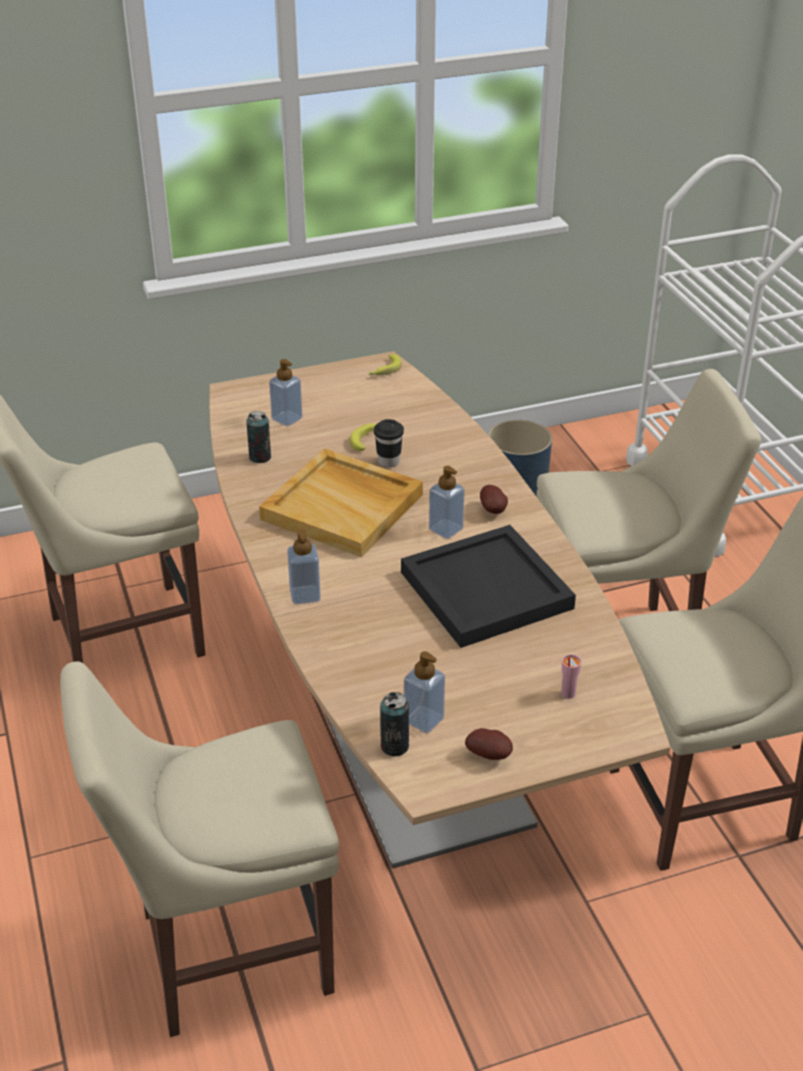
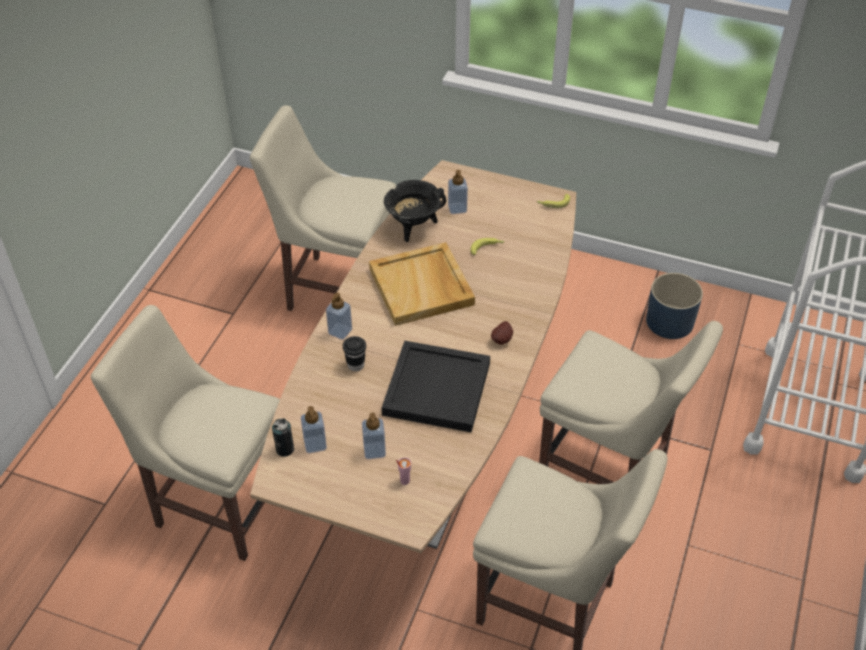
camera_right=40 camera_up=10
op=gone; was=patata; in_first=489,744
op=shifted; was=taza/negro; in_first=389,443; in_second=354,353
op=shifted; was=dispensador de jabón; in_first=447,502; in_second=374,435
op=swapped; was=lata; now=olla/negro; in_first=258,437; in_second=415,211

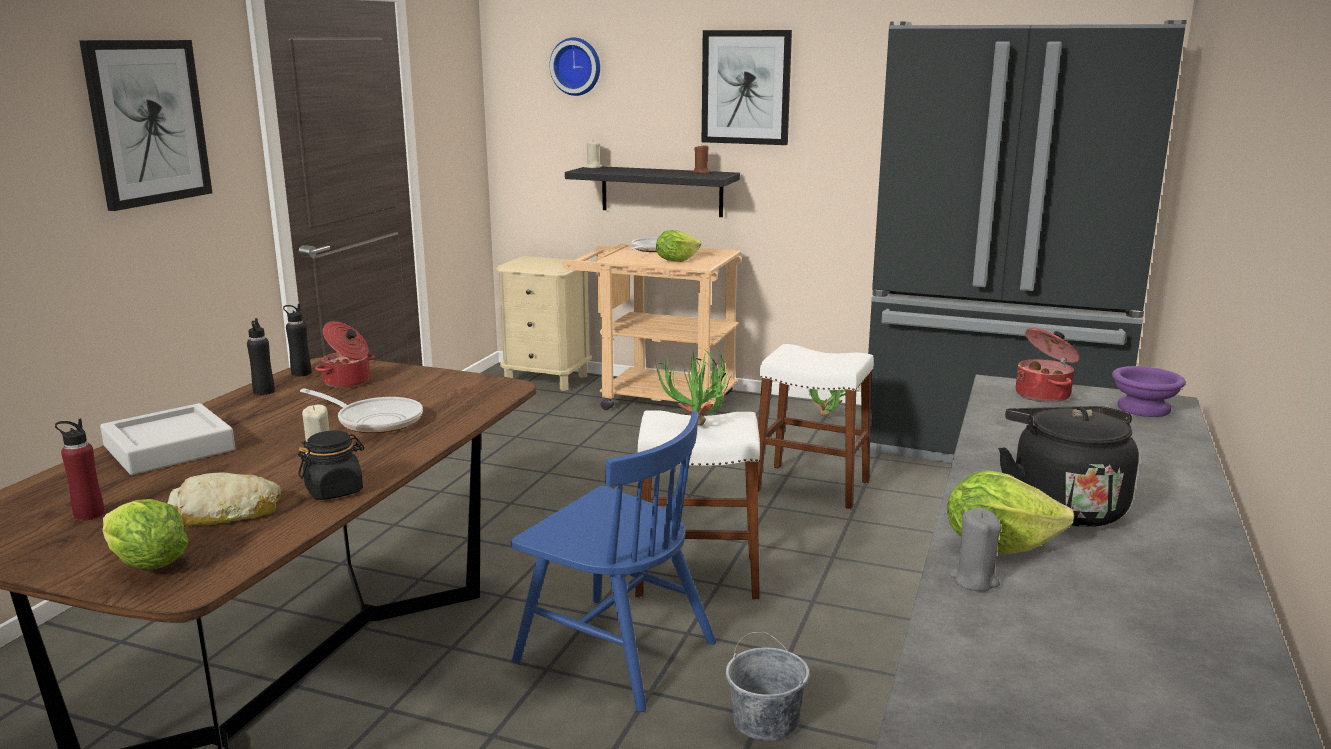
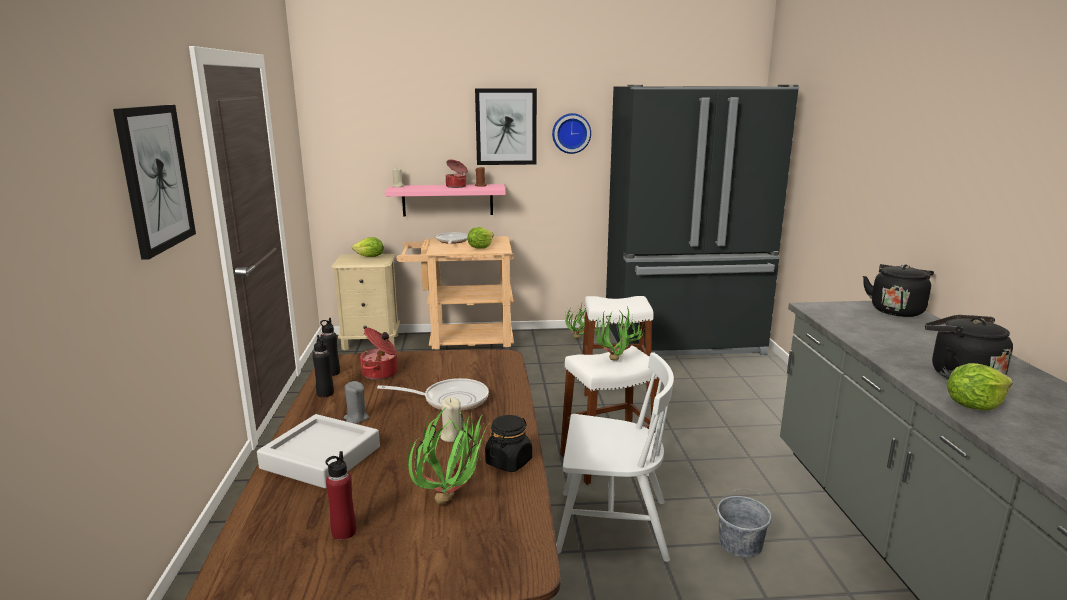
camera_right=-25 camera_up=0
op=shifted; was=lechuga; in_first=145,534; in_second=368,247
op=shifted; was=reloj de pared; in_first=575,67; in_second=571,133
op=shifted; was=vela/gris; in_first=975,549; in_second=356,402
op=shifted; was=olla; in_first=1048,365; in_second=456,173
op=swapped; was=pan; now=planta en maceta; in_first=224,499; in_second=449,456
op=swapped; was=cuenco/morado; now=hervidor/negro; in_first=1149,391; in_second=898,290
op=repainted; was=silla/azul; now=silla/blanco; in_first=613,561; in_second=615,457
op=repainted; was=estante/negro; now=estante/rosa; in_first=652,191; in_second=445,200

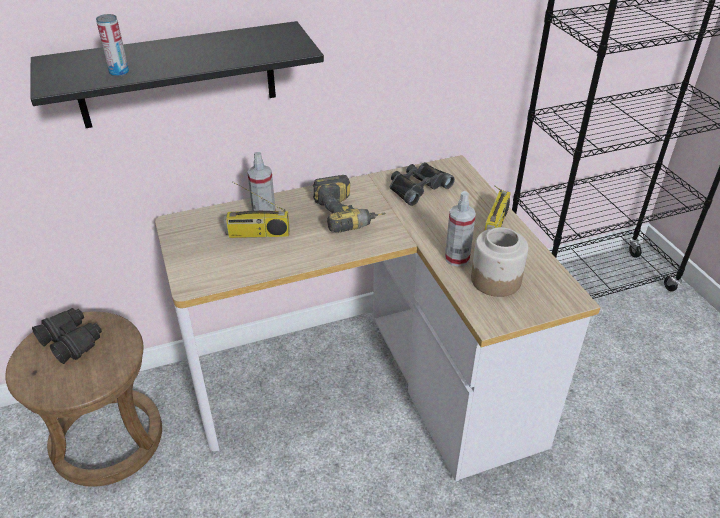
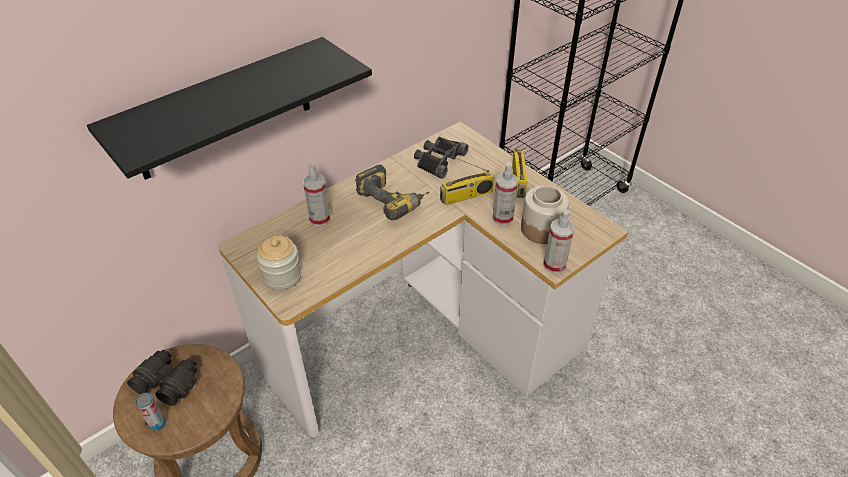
camera_right=-20 camera_up=5
op=new; now=tarro; in_second=279,263
op=new; now=pulverizador; in_second=559,241
op=shifted; was=lata; in_first=112,45; in_second=150,412
op=shifted; was=radio; in_first=256,209; in_second=467,180

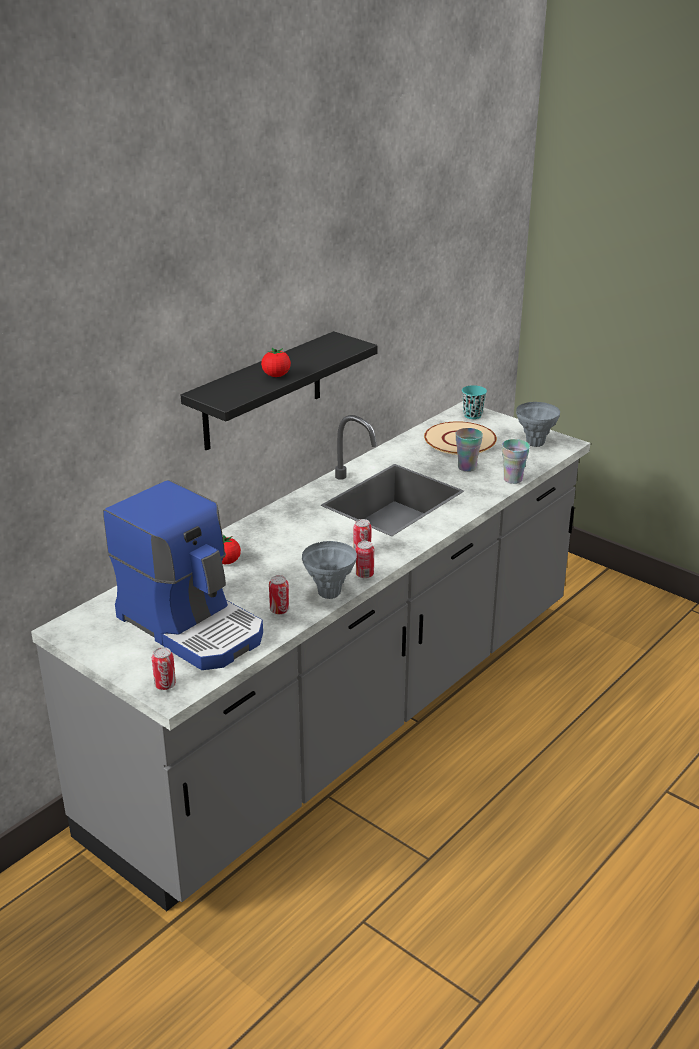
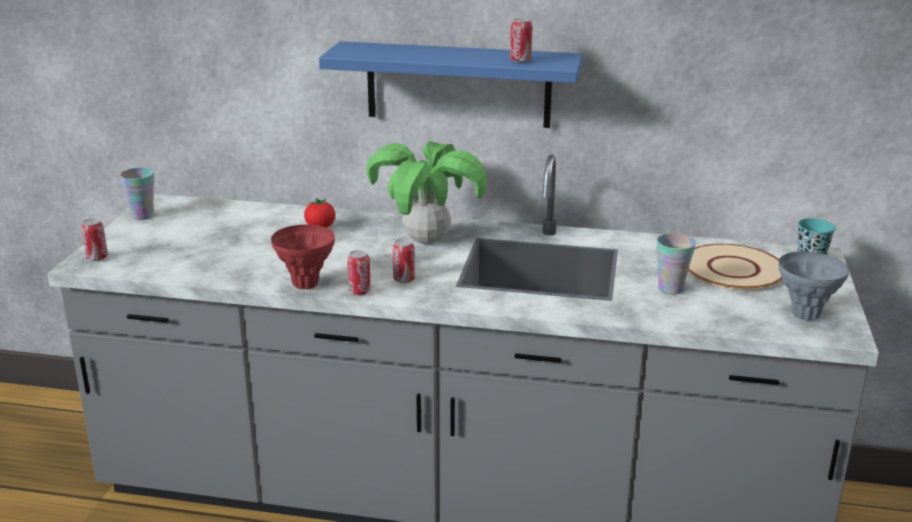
camera_right=60 camera_up=-5
op=gone; was=cafetera; in_first=183,575
op=gone; was=tomate; in_first=276,362
op=new; now=planta en maceta; in_second=427,192
op=shifted; was=lata; in_first=279,594; in_second=521,40
op=shifted; was=taza; in_first=516,461; in_second=137,194
op=repainted; was=estante/negro; now=estante/azul; in_first=279,390; in_second=451,84
op=repainted; was=florero/gris; now=florero/rojo; in_first=329,570; in_second=303,257

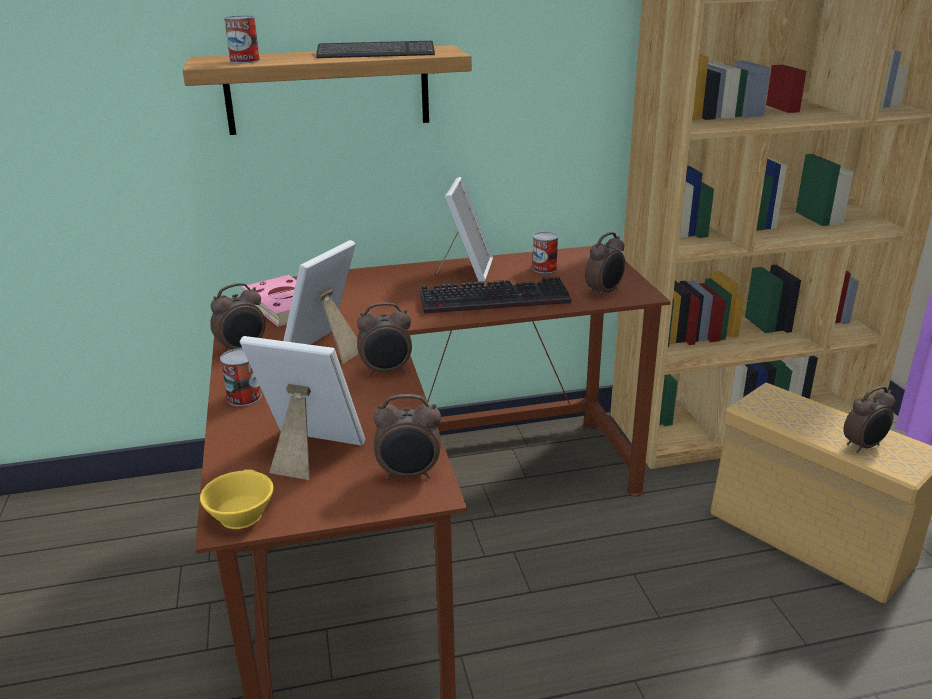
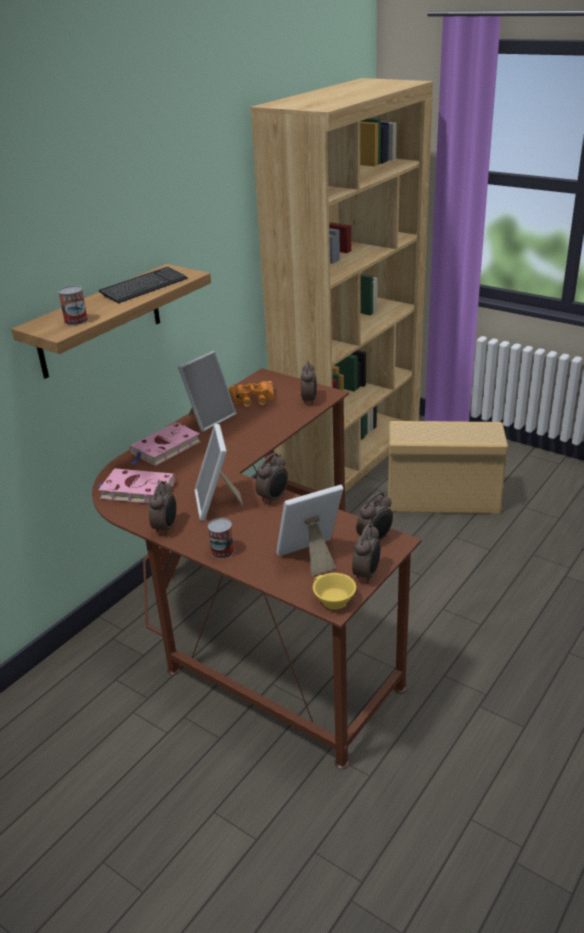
camera_right=-40 camera_up=5
op=gone; was=teclado; in_first=495,295
op=new; now=libro/rosa; in_second=165,444
op=shifted; was=despertador; in_first=869,419; in_second=366,554
op=swapped; was=lata; now=prismáticos/naranja; in_first=545,252; in_second=251,394
op=rotated; was=portarretratos; in_first=464,229; in_second=207,391; clockwise=75

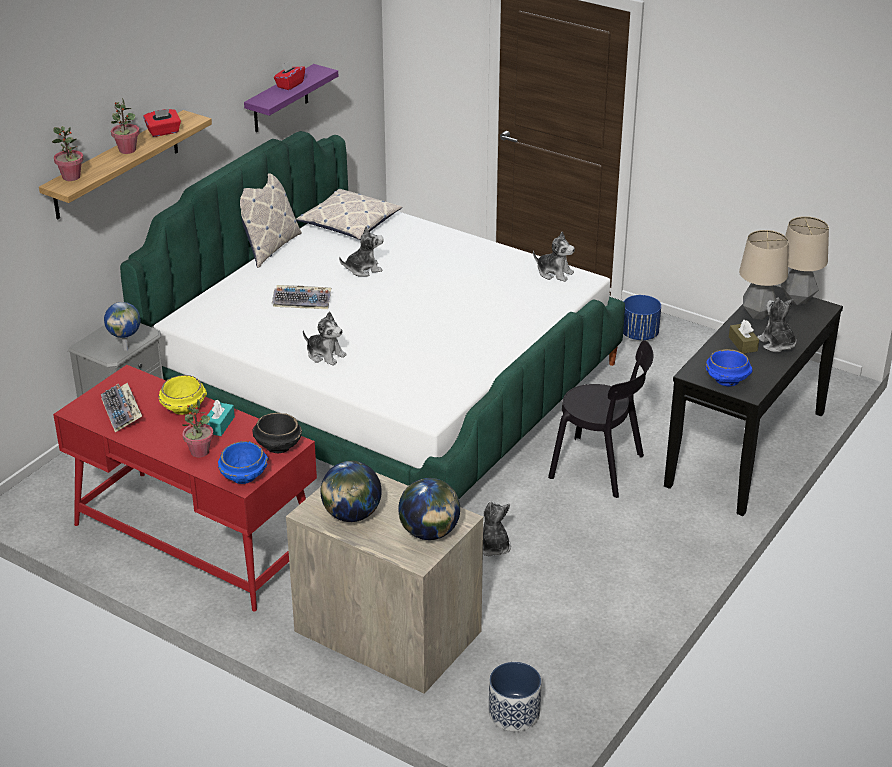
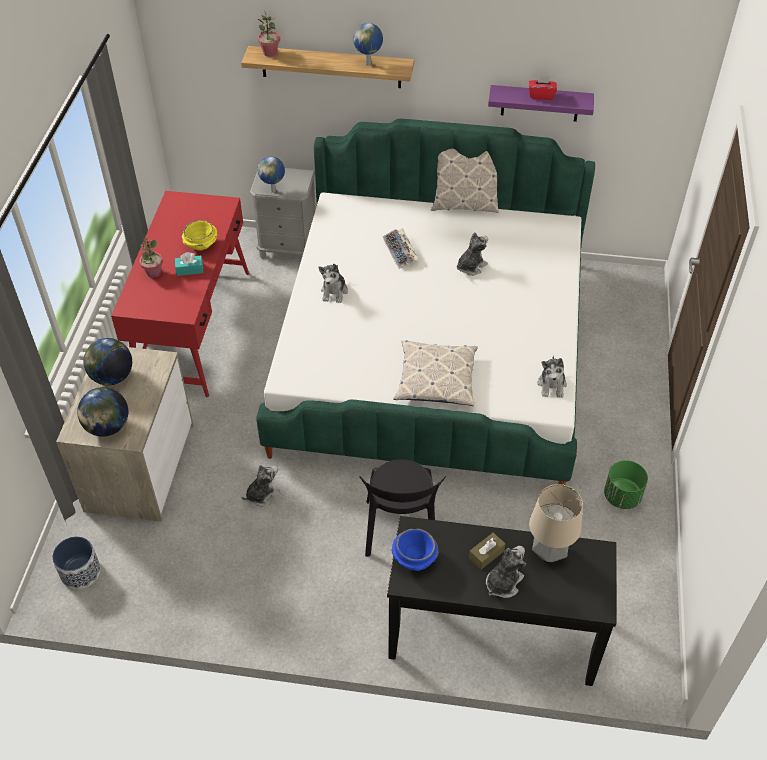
camera_right=65 camera_up=15
op=gone; was=teclado; in_first=121,407
op=gone; was=planta en maceta; in_first=125,126
op=gone; was=cuenco/azul; in_first=243,462
op=gone; was=cuenco/negro; in_first=277,433
op=gone; was=lámpara de mesa; in_first=805,260
op=shifted; was=cojín; in_first=349,214; in_second=435,373
op=swapped; was=caja de pañuelos/rojo; now=globo terráqueo; in_first=162,123; in_second=368,44
op=repainted; was=maceta/azul; now=maceta/verde; in_first=642,317; in_second=626,484
op=rotated; was=peluche; in_first=361,251; in_second=472,254; clockwise=-90

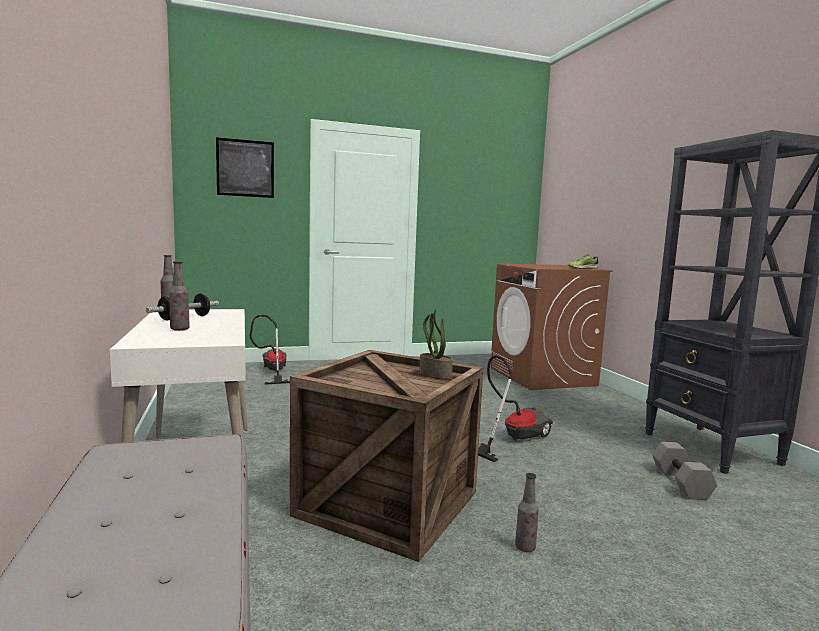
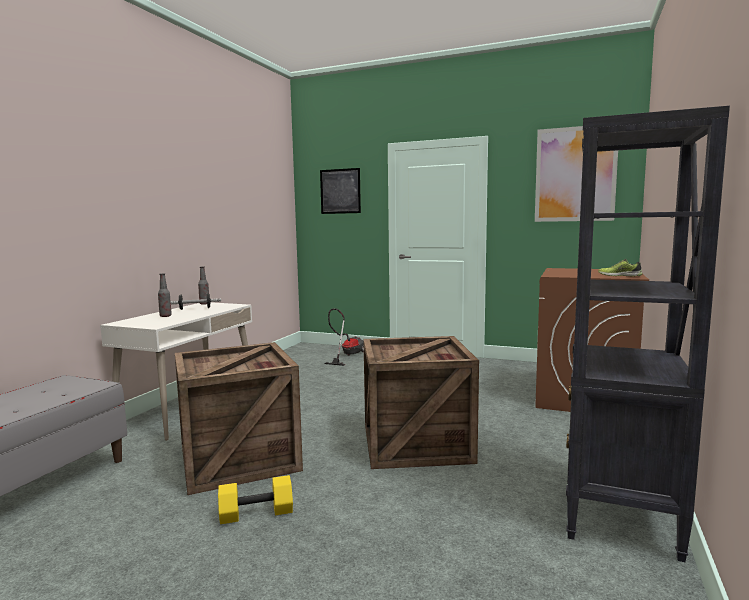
camera_right=40 camera_up=0
op=gone; was=planta en maceta; in_first=436,343
op=gone; was=mancuerna/gris; in_first=684,471
op=new; now=cuadro; in_second=576,174
op=swapped; was=aspiradora; now=caja de embalaje; in_first=515,408; in_second=421,402
op=swapped; was=botella; now=mancuerna/amarillo; in_first=527,512; in_second=255,499

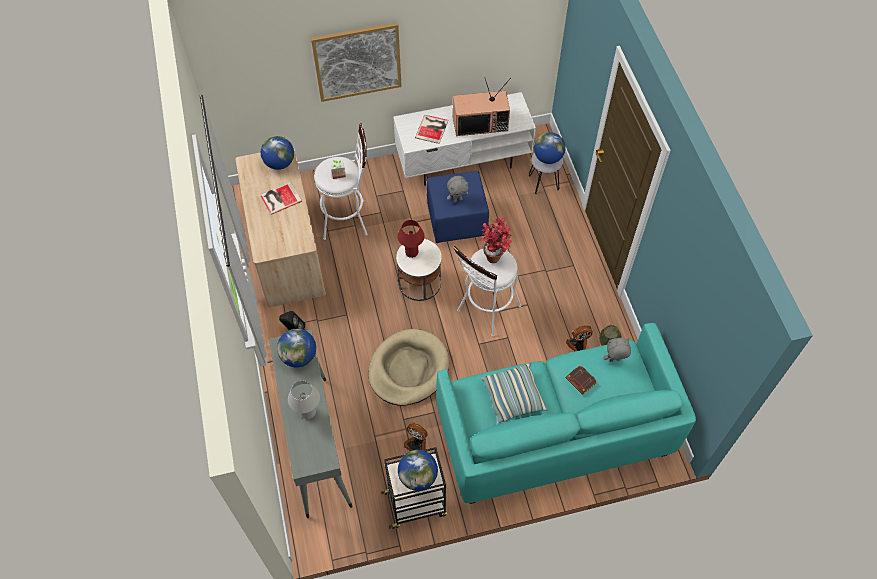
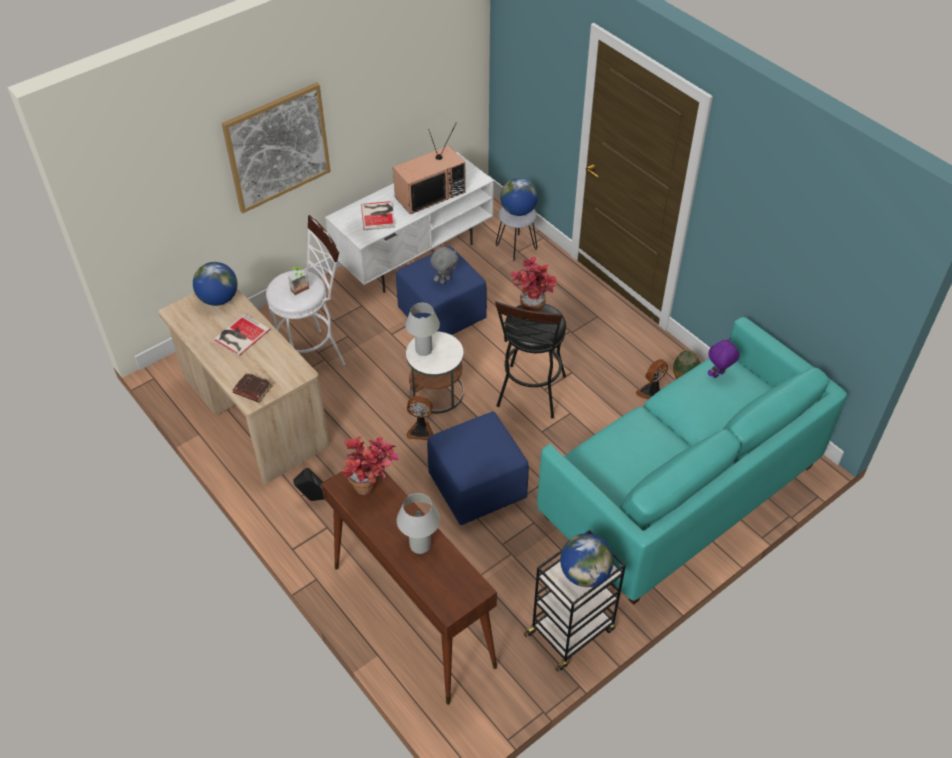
camera_right=-25 camera_up=-10
op=gone; was=cojín; in_first=514,393
op=shifted; was=ventilador; in_first=416,436; in_second=419,418
op=shifted; was=libro/marrón; in_first=582,380; in_second=252,388
op=swapped; was=globo terráqueo; now=planta en maceta; in_first=296,348; in_second=370,466
op=swapped; was=cama para perro/beis; now=puf/azul; in_first=408,367; in_second=478,468
op=repainted; was=mesa consola/gris; now=mesa consola/marrón; in_first=310,424; in_second=409,587
op=repainted; was=lámpara de mesa/rojo; now=lámpara de mesa/blanco; in_first=411,239; in_second=422,329
op=repainted; was=taburete/blanco; now=taburete/negro; in_first=487,291; in_second=530,360
op=repainted; was=peluche/gris; now=peluche/morado; in_first=617,349; in_second=723,358

